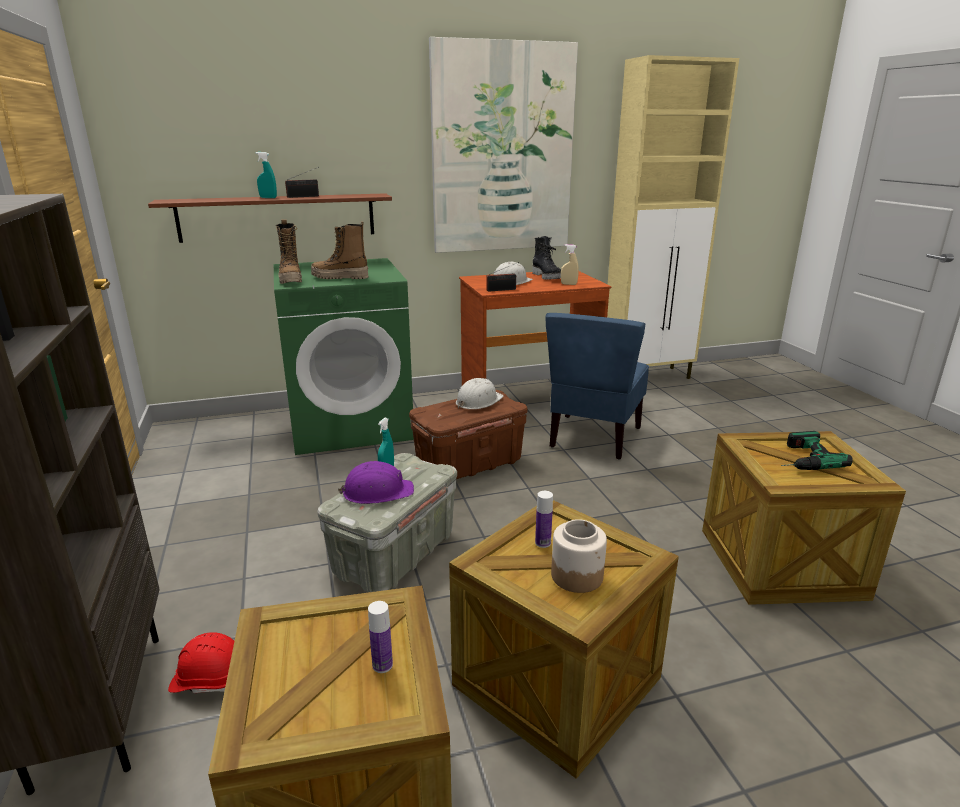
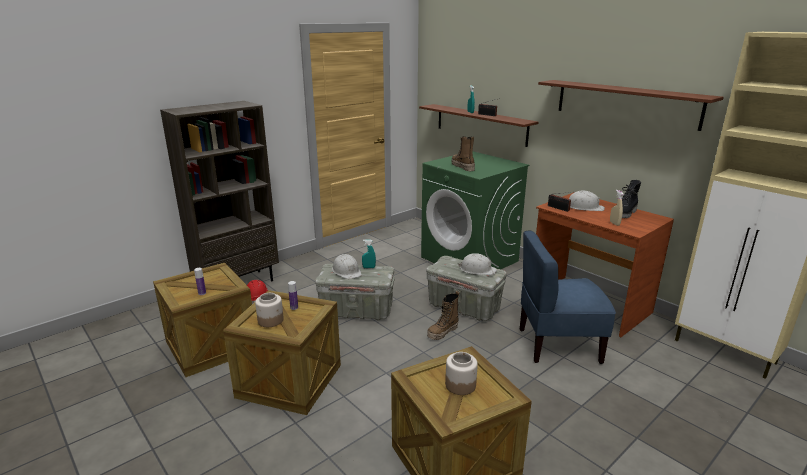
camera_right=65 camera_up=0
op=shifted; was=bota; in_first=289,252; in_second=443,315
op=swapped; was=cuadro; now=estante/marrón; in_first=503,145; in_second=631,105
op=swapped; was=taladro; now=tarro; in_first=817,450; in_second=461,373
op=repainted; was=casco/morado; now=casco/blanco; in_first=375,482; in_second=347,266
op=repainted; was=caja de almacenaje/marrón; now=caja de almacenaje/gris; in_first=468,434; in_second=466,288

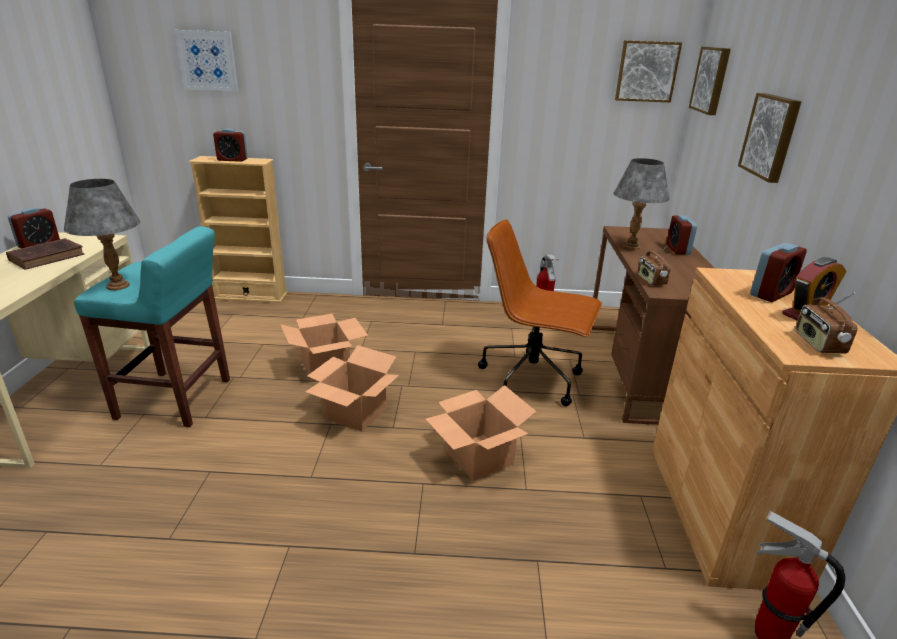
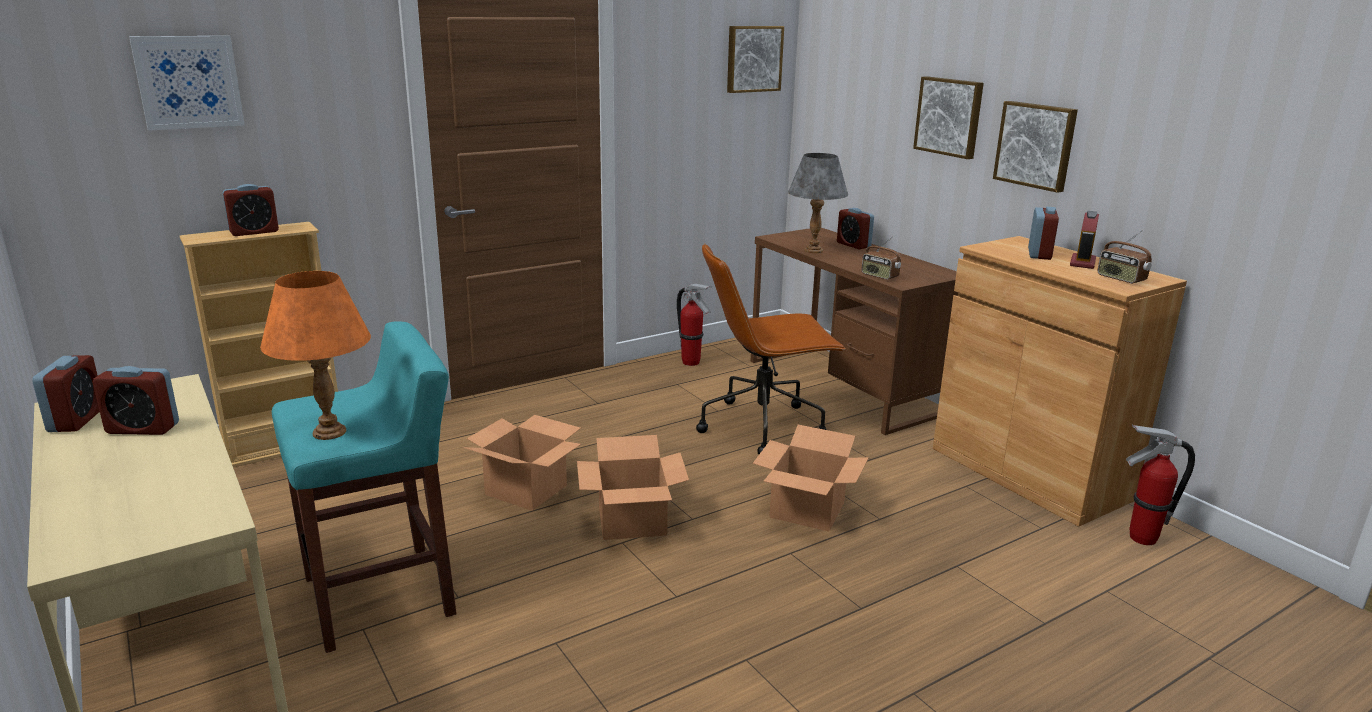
camera_right=-35 camera_up=-5
op=shifted; was=cuadro; in_first=710,81; in_second=1035,147
op=swapped; was=libro/marrón; now=despertador; in_first=45,254; in_second=136,400
op=repainted; was=lámpara de mesa/gris; now=lámpara de mesa/naranja; in_first=102,234; in_second=315,355

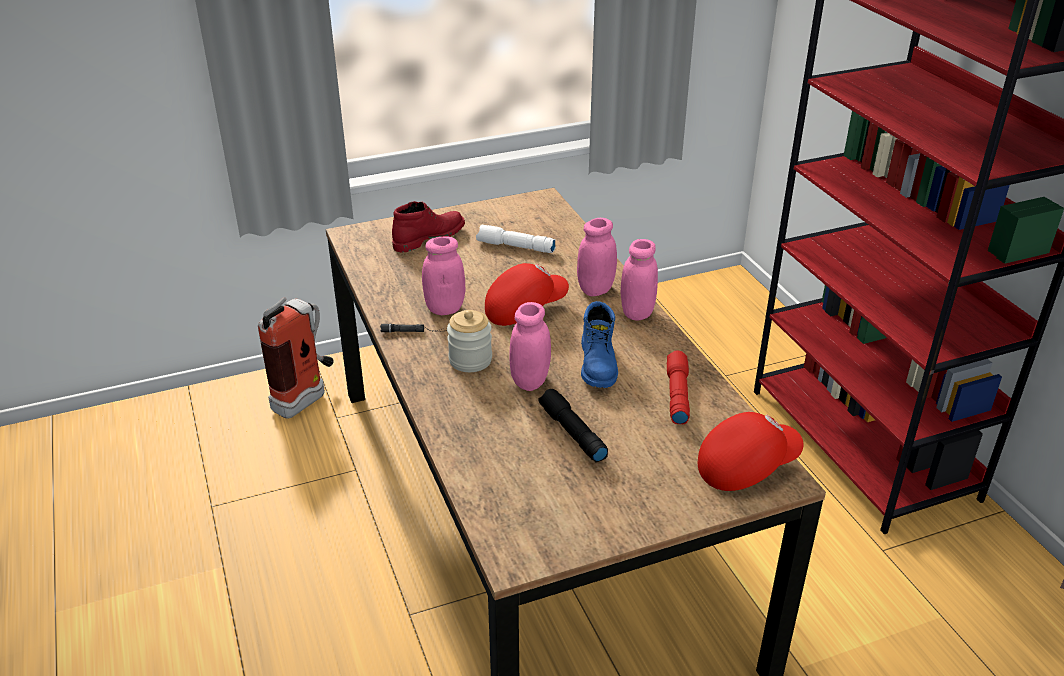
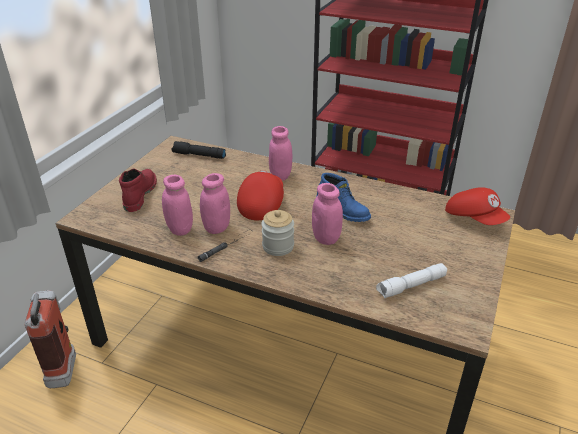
camera_right=-45 camera_up=0
op=gone; was=linterna/rojo; in_first=678,387
op=shifted; was=linterna/blanco; in_first=516,239; in_second=411,280
op=shifted; was=linterna/negro; in_first=573,425; in_second=198,150
op=shifted; was=tarro/rosa; in_first=639,280; in_second=177,205
op=rotated; was=gorra/rojo; in_first=751,451; in_second=477,206; clockwise=120

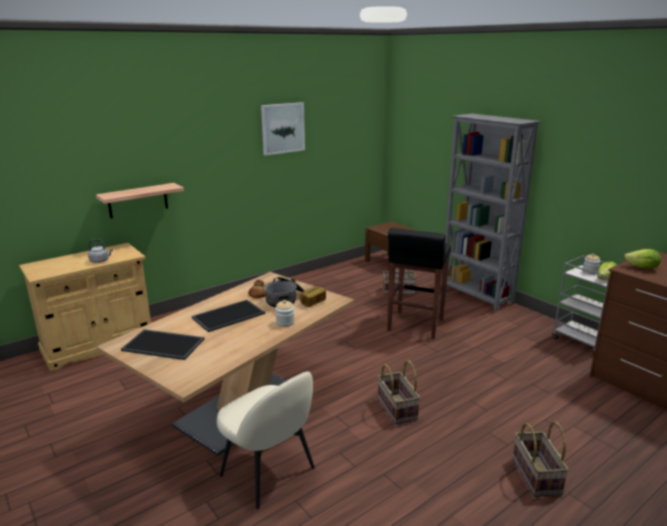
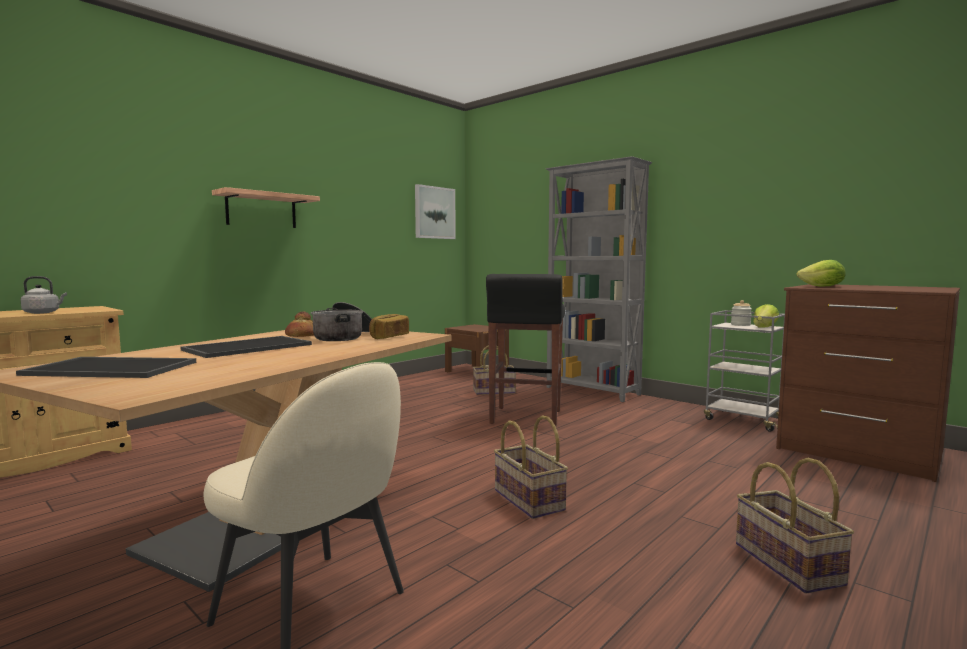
camera_right=-10 camera_up=-15
op=gone; was=tarro; in_first=284,313
op=shifted; was=estante; in_first=140,200; in_second=266,207
op=shifted; was=cuadro; in_first=283,128; in_second=435,211

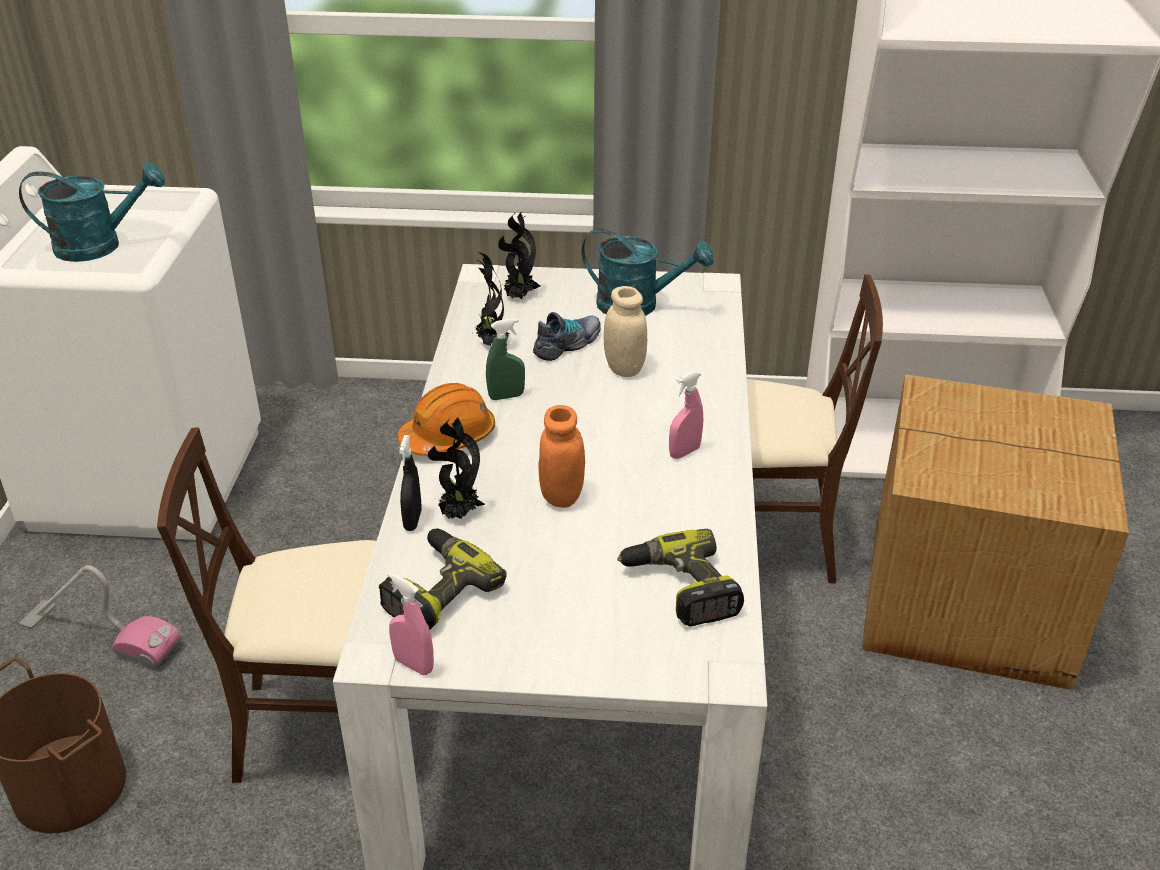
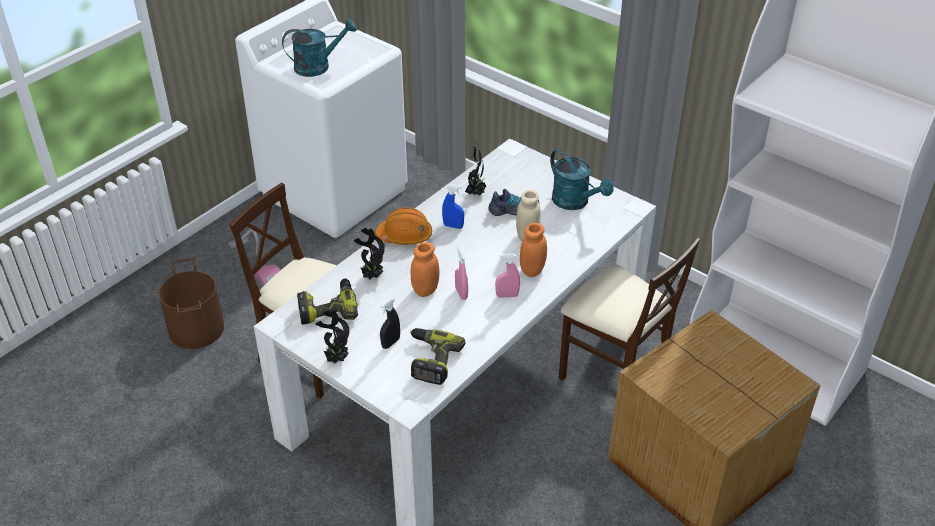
camera_right=35 camera_up=5
op=new; now=tarro/naranja; in_second=533,250
op=shifted; was=pulverizador/rosa; in_first=410,623; in_second=461,273
op=shifted; was=pulverizador/negro; in_first=410,483; in_second=390,323
op=shifted; was=planta en maceta; in_first=519,255; in_second=332,336
op=repainted; was=pulverizador/verde; now=pulverizador/azul; in_first=505,359; in_second=453,206
op=rotated; was=regadera/turquesa; in_first=92,212; in_second=319,47; clockwise=-45

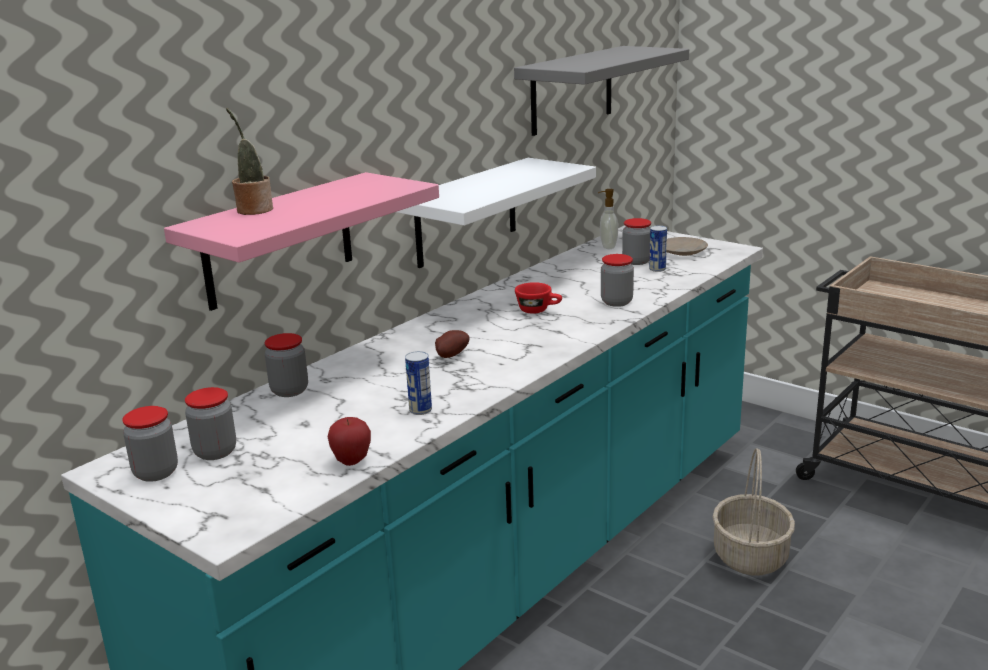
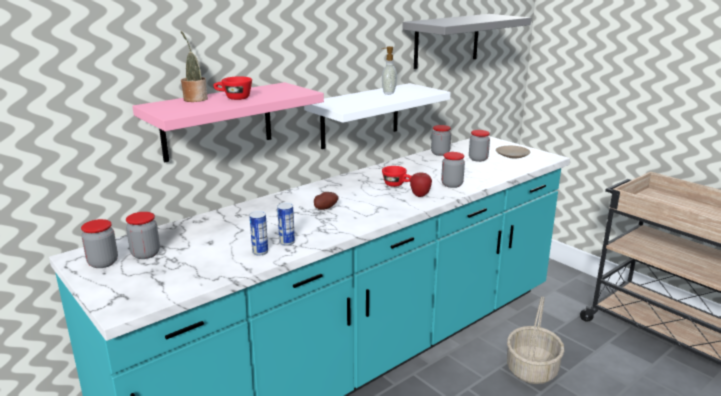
camera_right=10 camera_up=0
op=new; now=taza/rojo; in_second=232,88
op=shifted; was=tarro; in_first=286,365; in_second=441,140
op=shifted; was=manzana; in_first=349,441; in_second=421,184
op=shifted; was=dispensador de jabón; in_first=608,219; in_second=389,70
op=shifted; was=lata; in_first=658,249; in_second=258,233

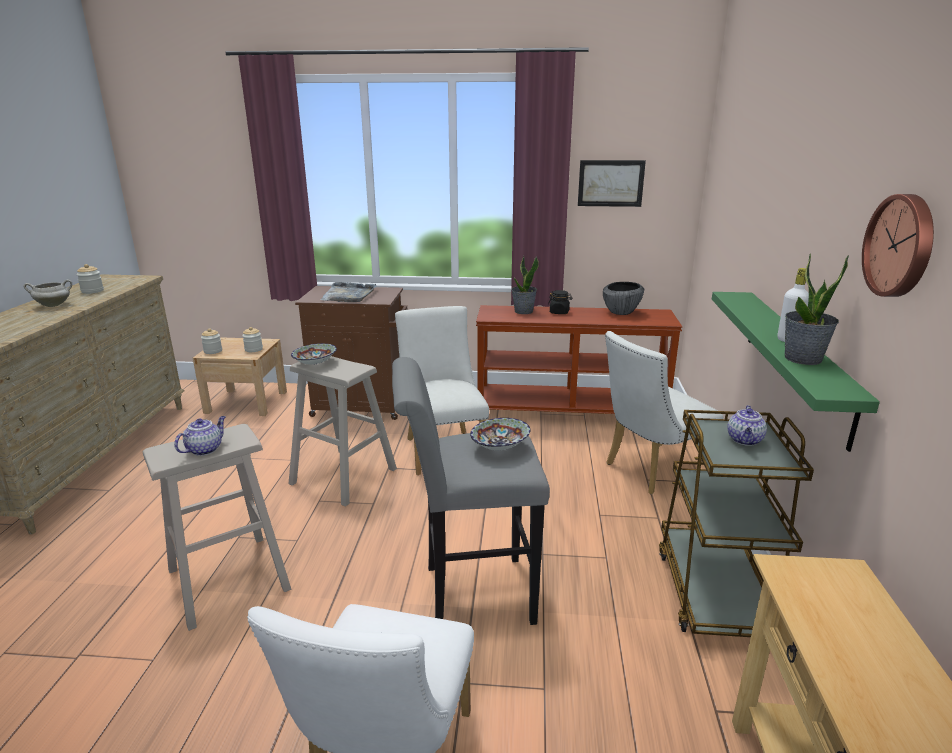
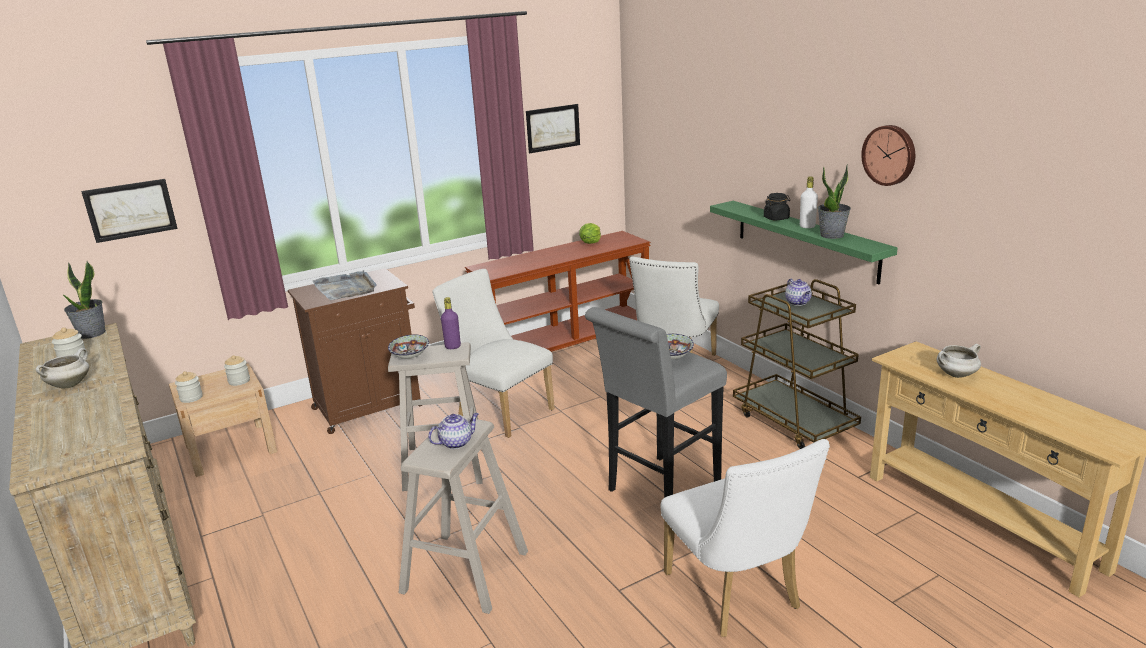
camera_right=-35 camera_up=0
op=new; now=cuadro; in_second=129,211
op=new; now=botella/morado; in_second=451,323
op=new; now=olla/blanco; in_second=959,361
op=shifted; was=planta en maceta; in_first=525,285; in_second=84,300
op=shifted; was=tarro/negro; in_first=560,302; in_second=777,206
op=swapped; was=cuenco; now=lechuga; in_first=623,298; in_second=590,233
op=rotated; was=tetera; in_first=200,436; in_second=453,431; clockwise=60

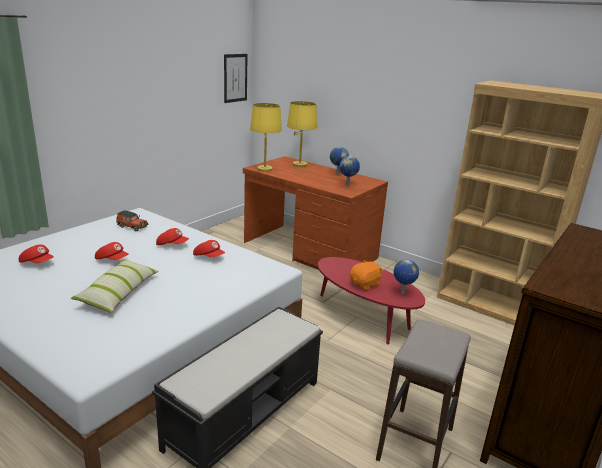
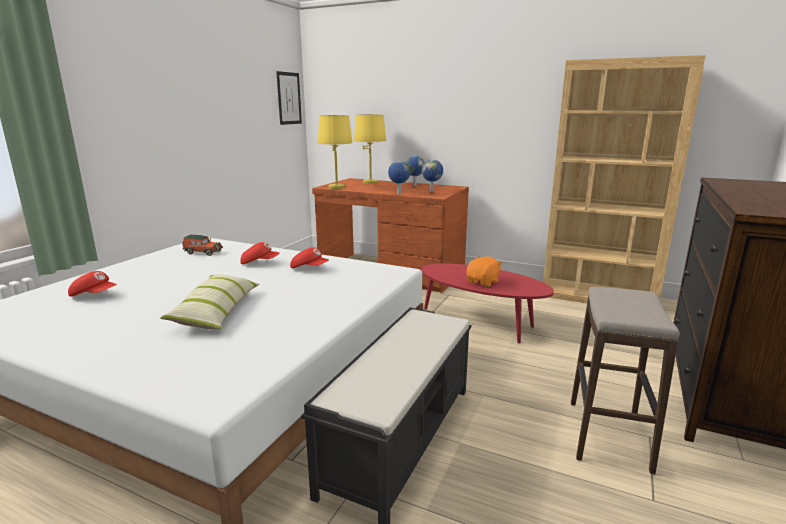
camera_right=-10 camera_up=-5
op=gone; was=gorra/rojo; in_first=112,251
op=shifted; was=globo terráqueo; in_first=406,276; in_second=399,177

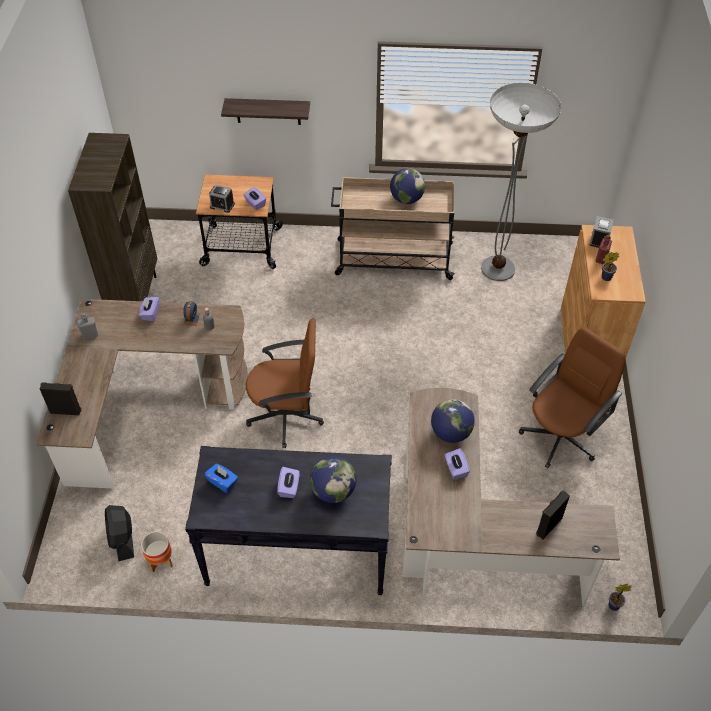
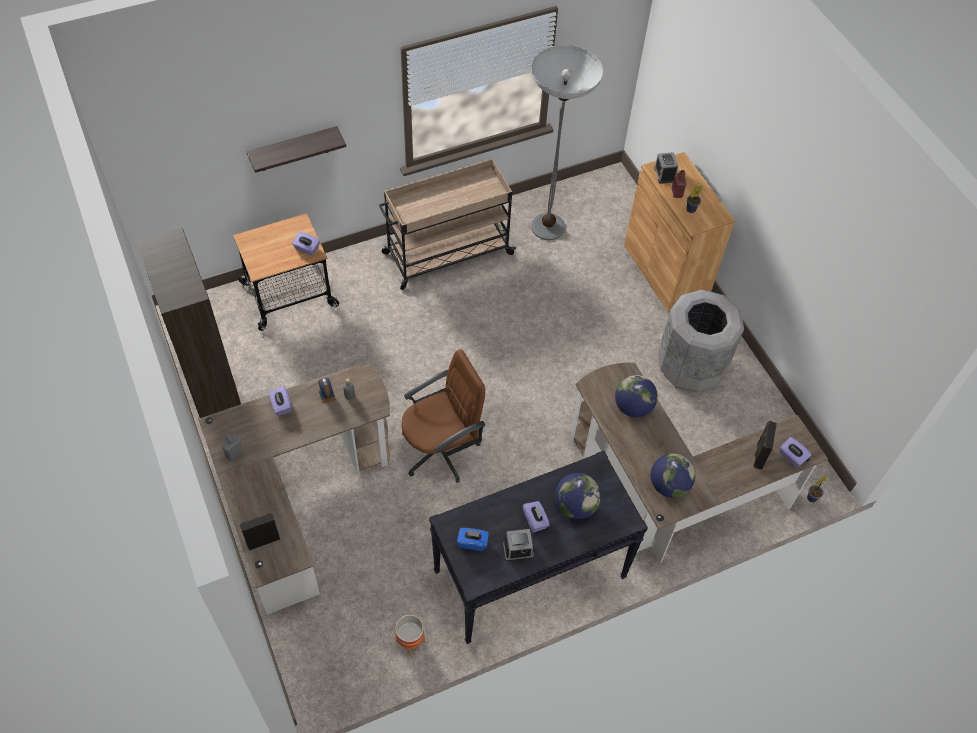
camera_right=-30 camera_up=5
op=gone; was=ventilador/negro; in_first=119,533
op=shifted; was=despertador; in_first=222,199; in_second=518,545
op=shifted; was=globo terráqueo; in_first=407,186; in_second=673,475
op=shifted; was=caja de pañuelos/morado; in_first=457,463; in_second=795,452
op=swapped; was=silla de oficina/marrón; now=papelera/gris; in_first=572,397; in_second=701,341

